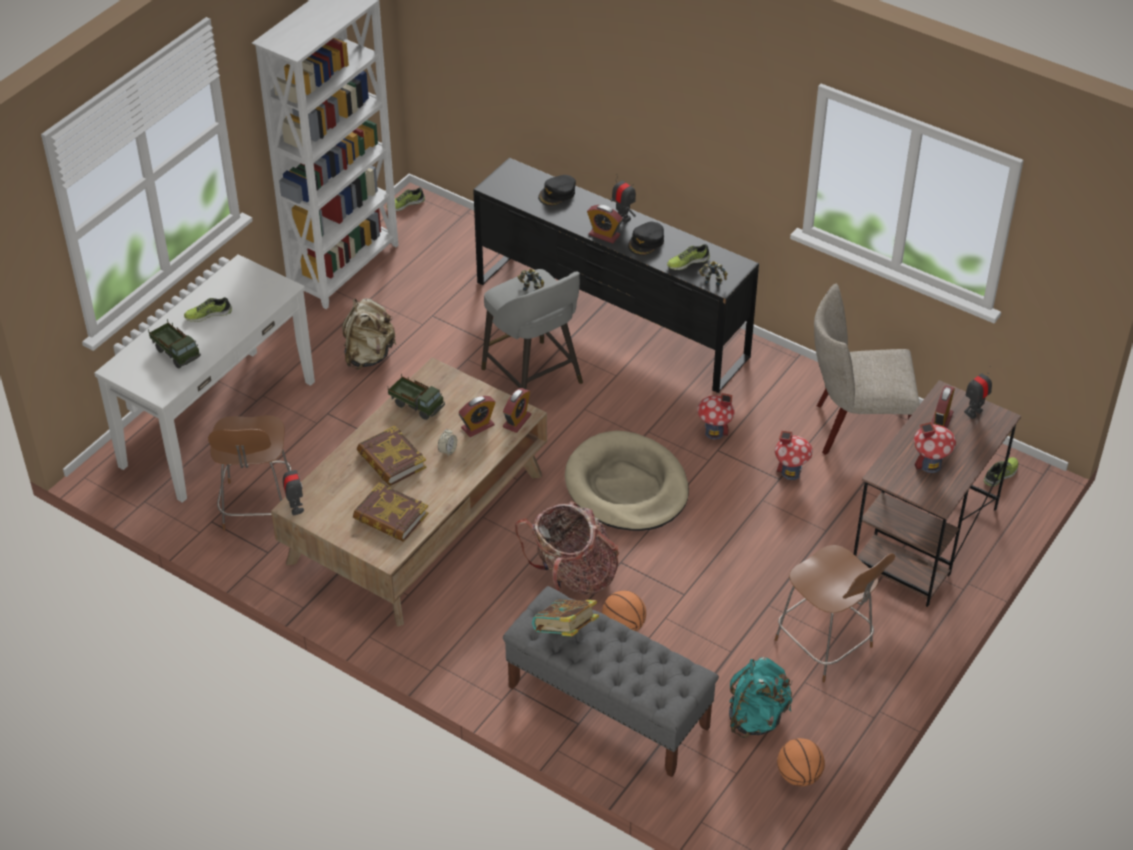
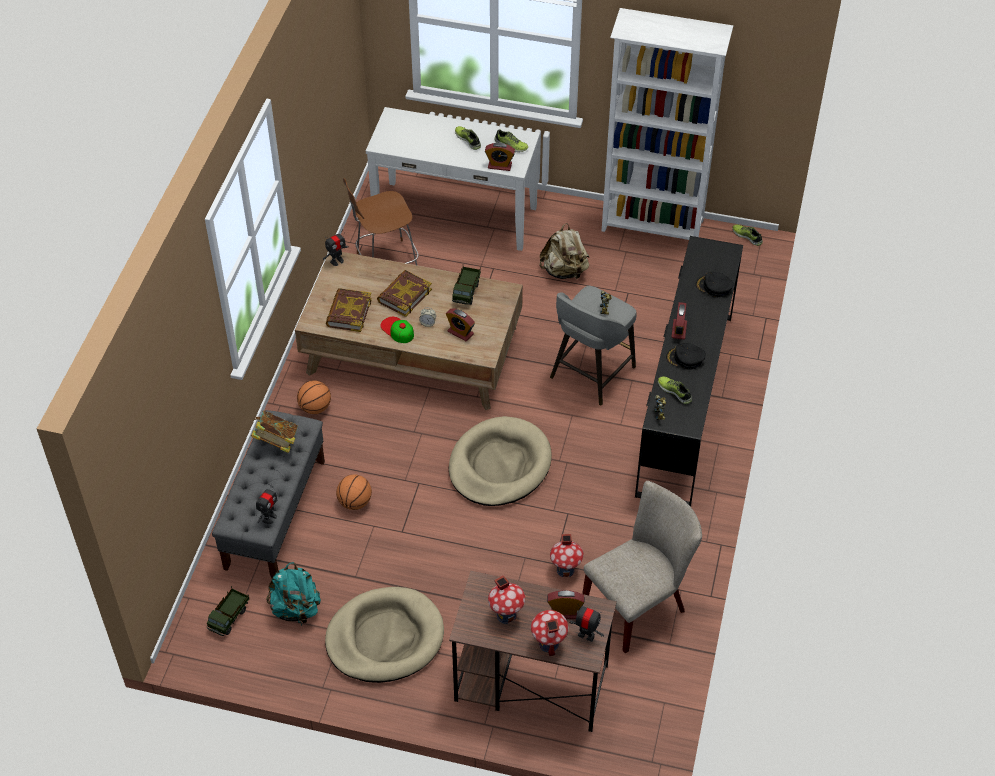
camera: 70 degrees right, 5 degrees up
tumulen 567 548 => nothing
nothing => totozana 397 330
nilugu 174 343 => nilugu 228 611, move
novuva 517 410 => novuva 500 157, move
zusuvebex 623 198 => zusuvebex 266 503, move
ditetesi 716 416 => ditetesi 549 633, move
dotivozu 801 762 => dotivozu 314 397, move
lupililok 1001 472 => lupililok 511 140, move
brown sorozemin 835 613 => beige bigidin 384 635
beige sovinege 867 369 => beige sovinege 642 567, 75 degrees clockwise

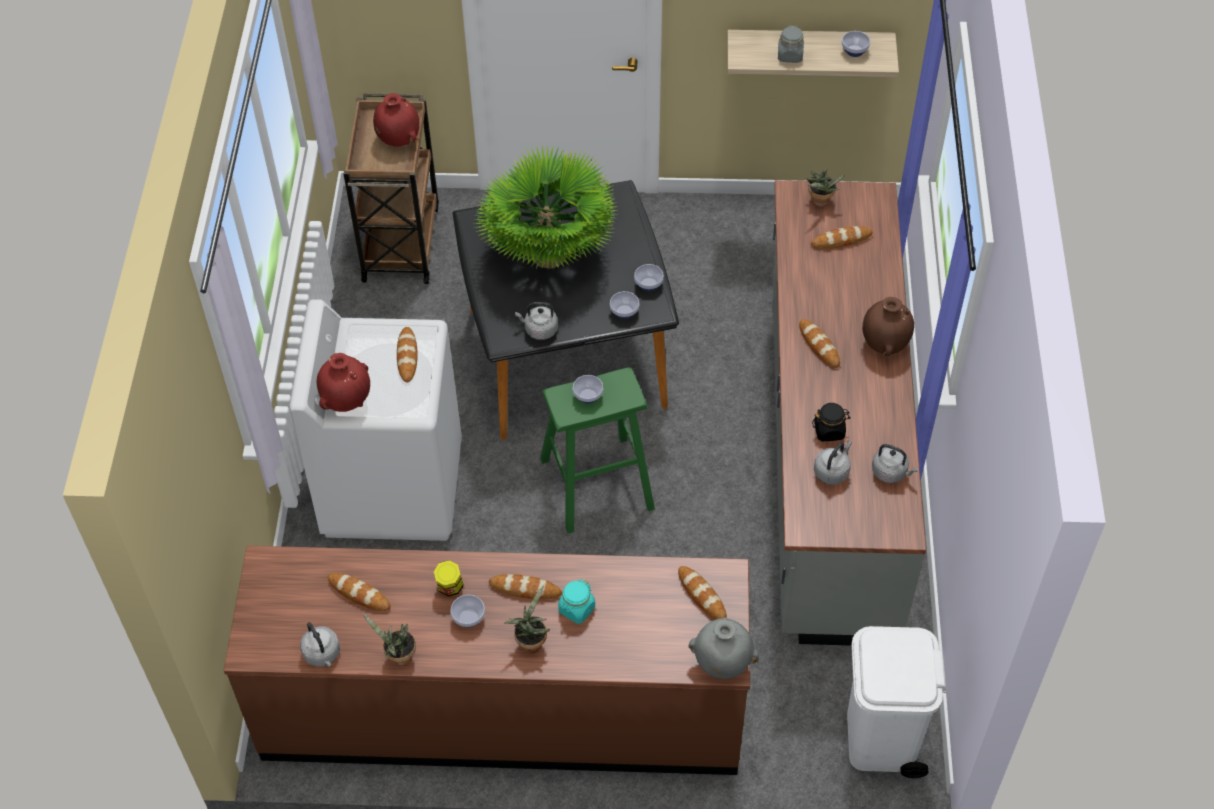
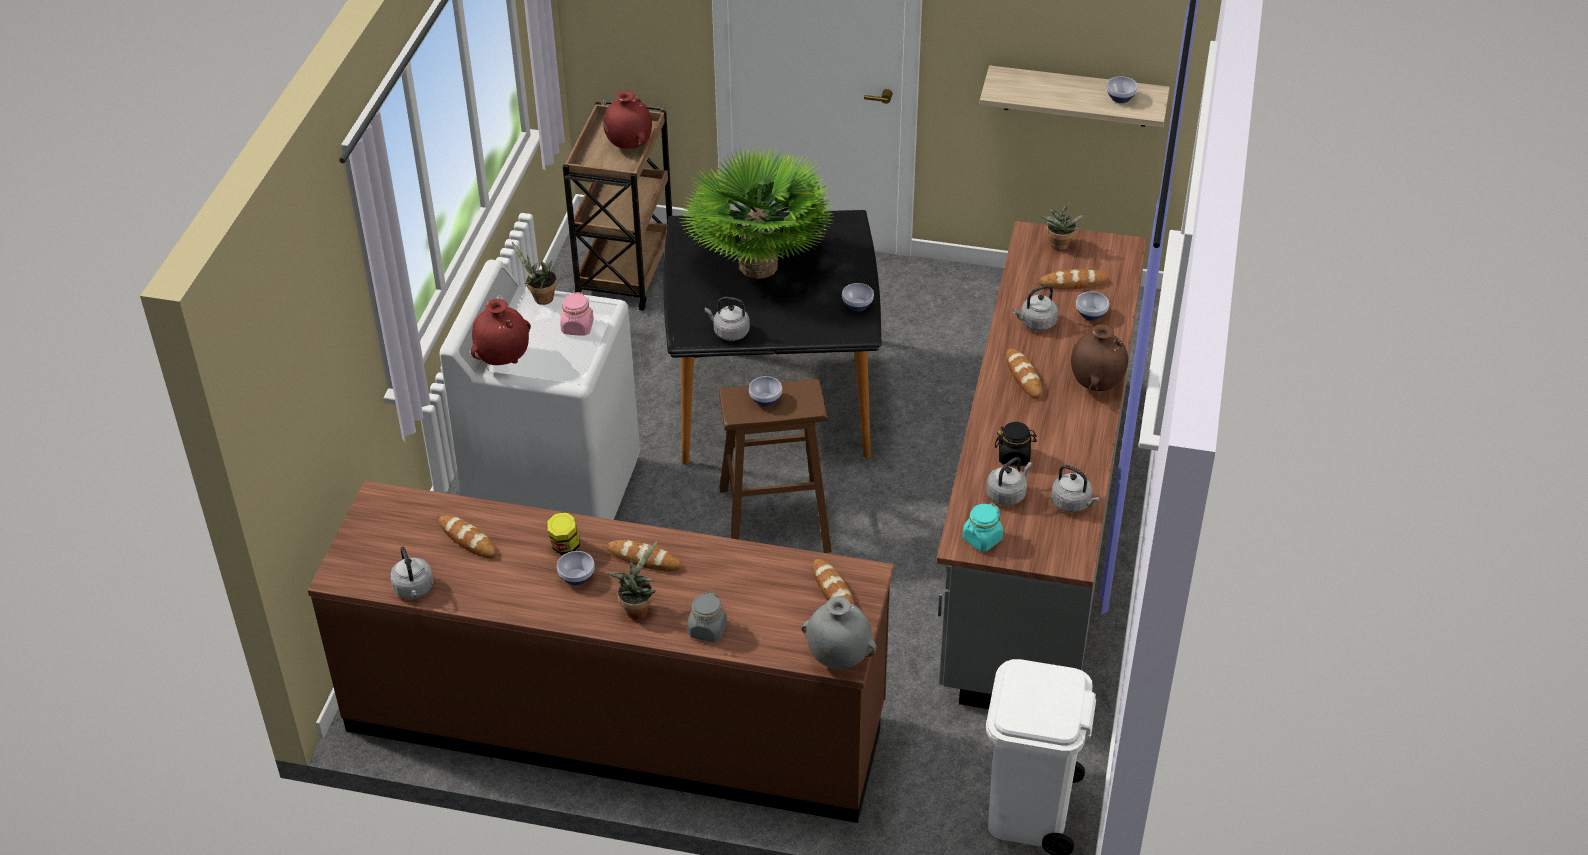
camera: 10 degrees right, 10 degrees down
nothing => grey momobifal 1035 308
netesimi 389 640 => netesimi 534 273, move
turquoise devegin 576 601 => turquoise devegin 983 527, move
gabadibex 624 305 => gabadibex 1092 306, move
grey devegin 791 44 => grey devegin 707 616, move
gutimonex 407 354 => pink devegin 577 313
green sorozemin 597 450 => brown sorozemin 775 466

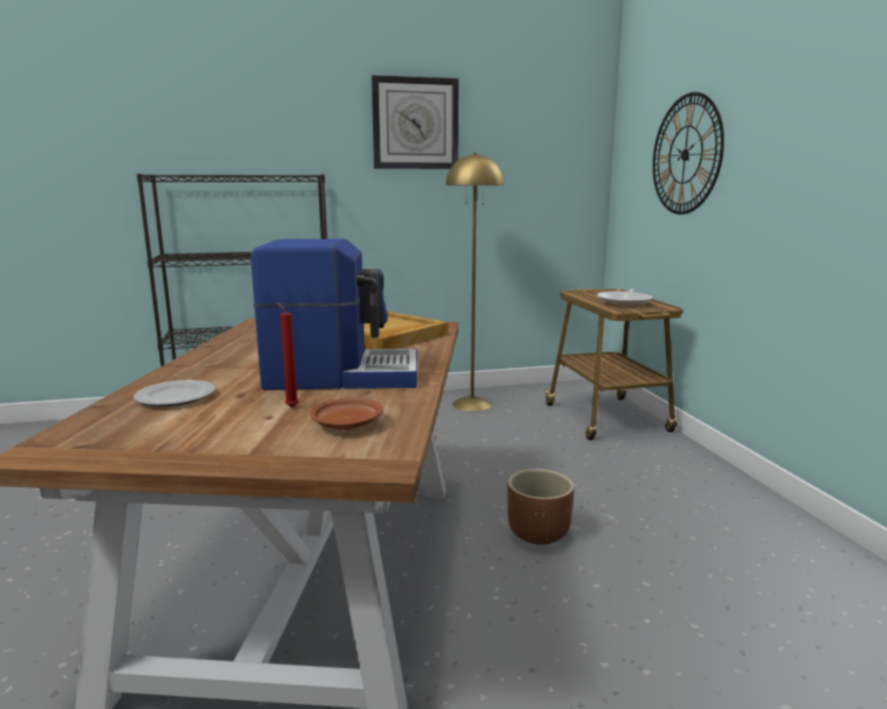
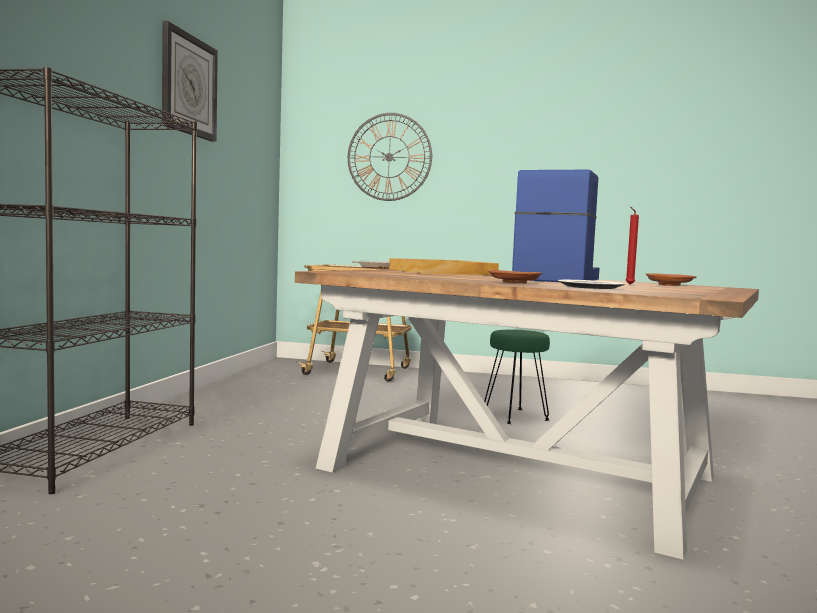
camera: 65 degrees left, 10 degrees down
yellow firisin 475 282 => nothing
nothing => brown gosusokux 515 277
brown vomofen 540 507 => green sorozemin 517 377

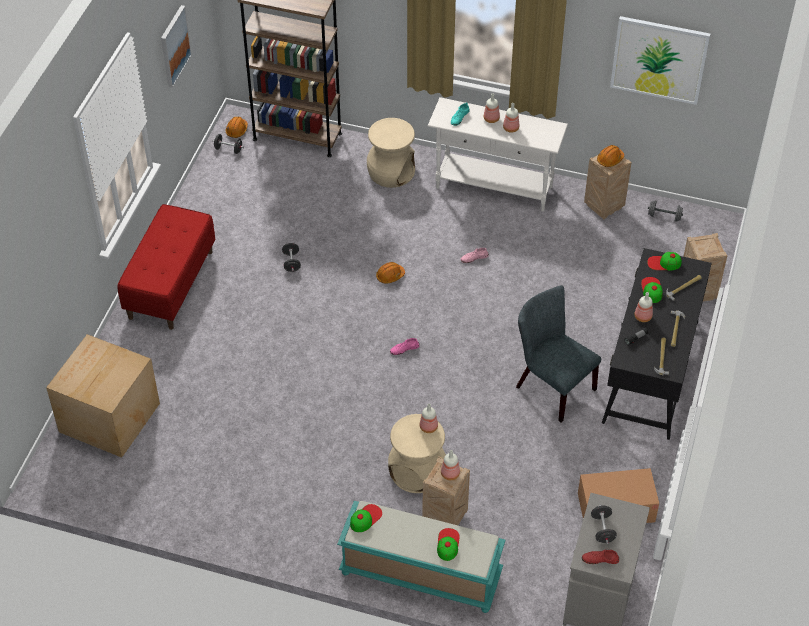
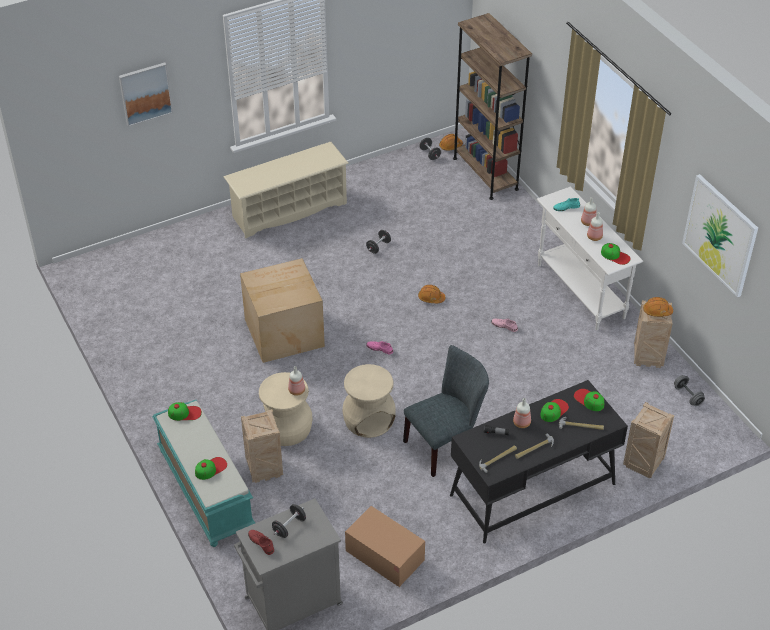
camera: 45 degrees right, 5 degrees down
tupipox 450 465 => nothing
nothing => totozana 615 254
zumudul 103 396 => zumudul 282 310, move
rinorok 176 46 => rinorok 146 95, move
beige sorozemin 391 153 => beige sorozemin 369 401, move
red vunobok 166 267 => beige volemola 286 190
grey sovinege 558 354 => grey sovinege 446 411, 60 degrees clockwise

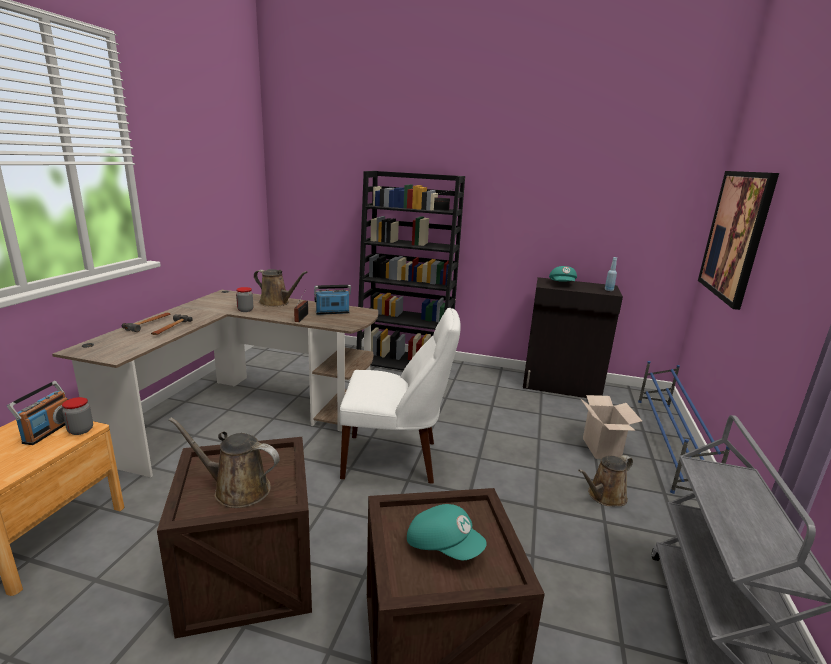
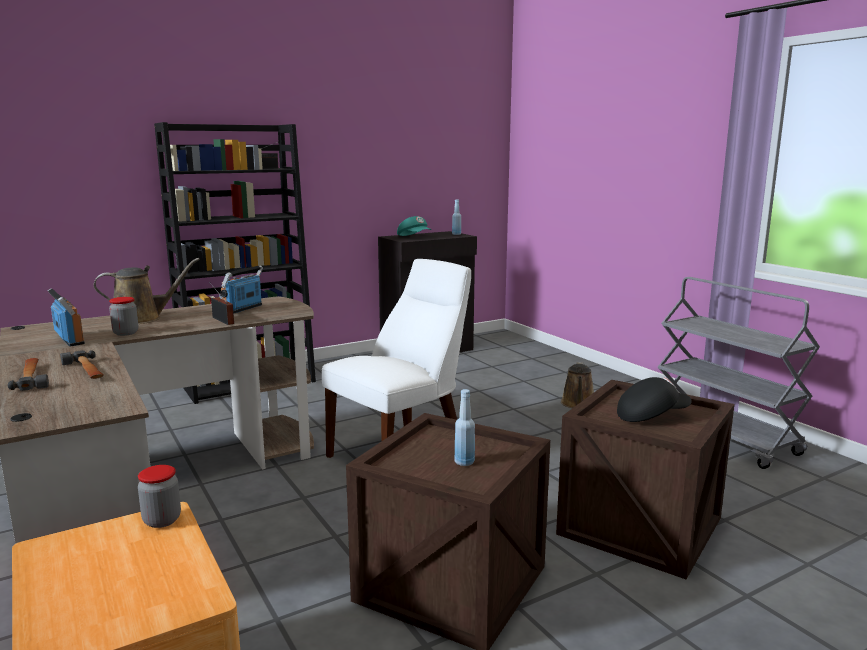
camera: 45 degrees left, 5 degrees down
zumudul 611 427 => nothing
blue volemola 684 427 => nothing
rinorok 738 240 => nothing
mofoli 37 413 => mofoli 66 317, move
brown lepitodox 224 463 => blue tupipox 464 427
turquoise totozana 447 532 => black totozana 654 399

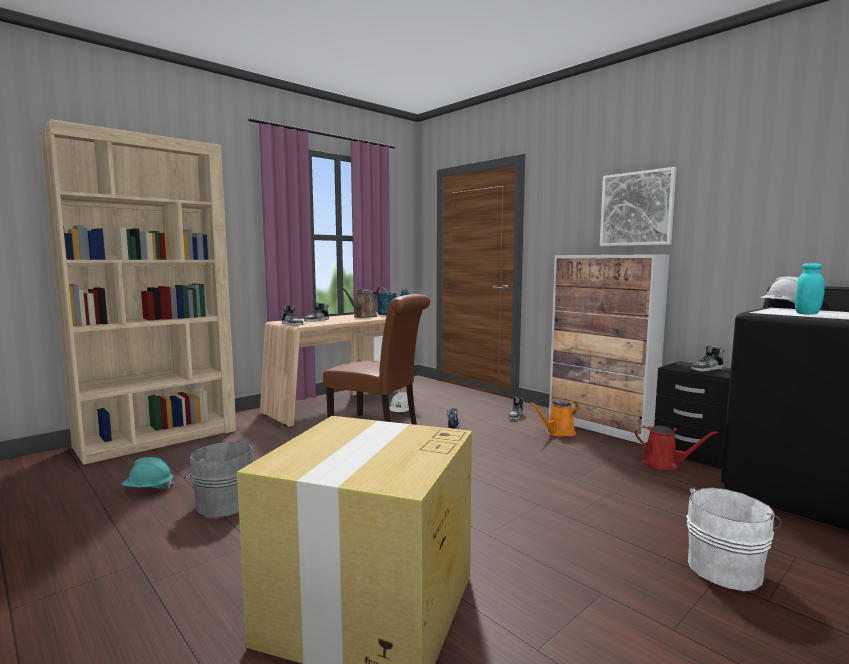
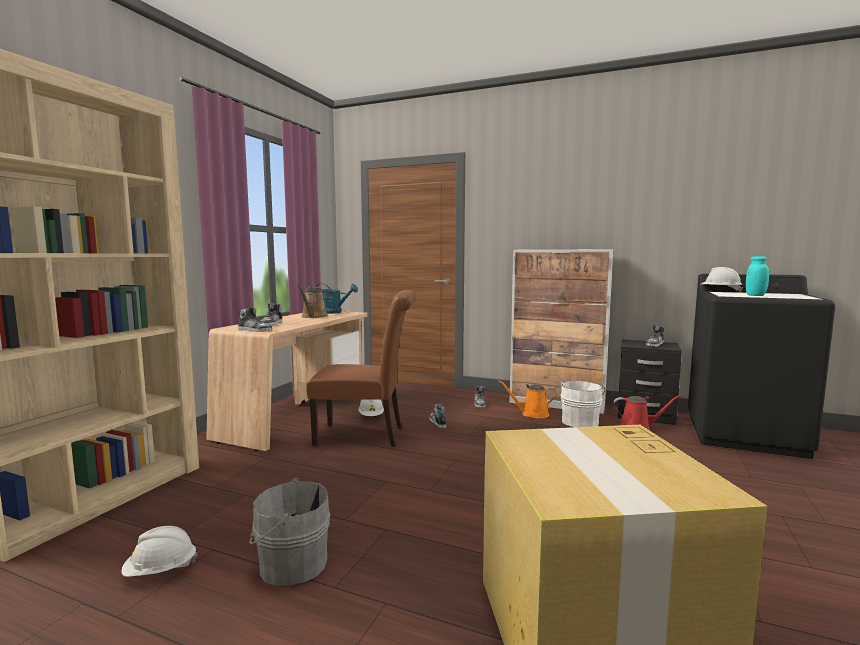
camera: 25 degrees left, 0 degrees up
rinorok 638 206 => nothing
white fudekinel 733 539 => white fudekinel 582 403, move
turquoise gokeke 147 473 => white gokeke 159 551
orange lepitodox 554 418 => orange lepitodox 527 399, 60 degrees clockwise

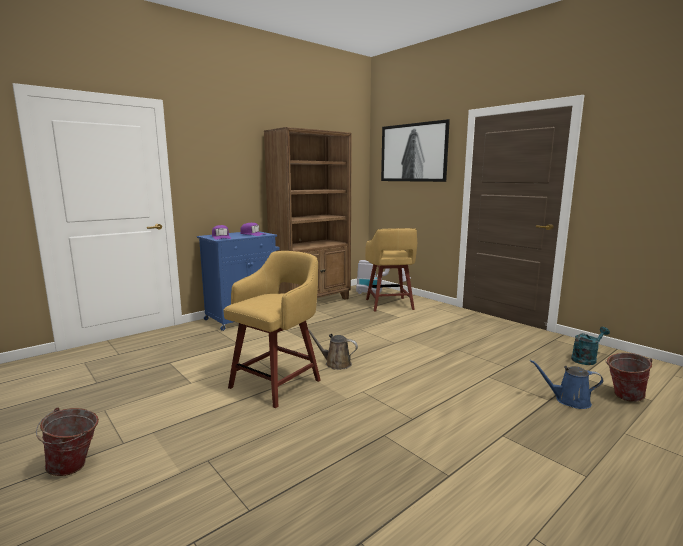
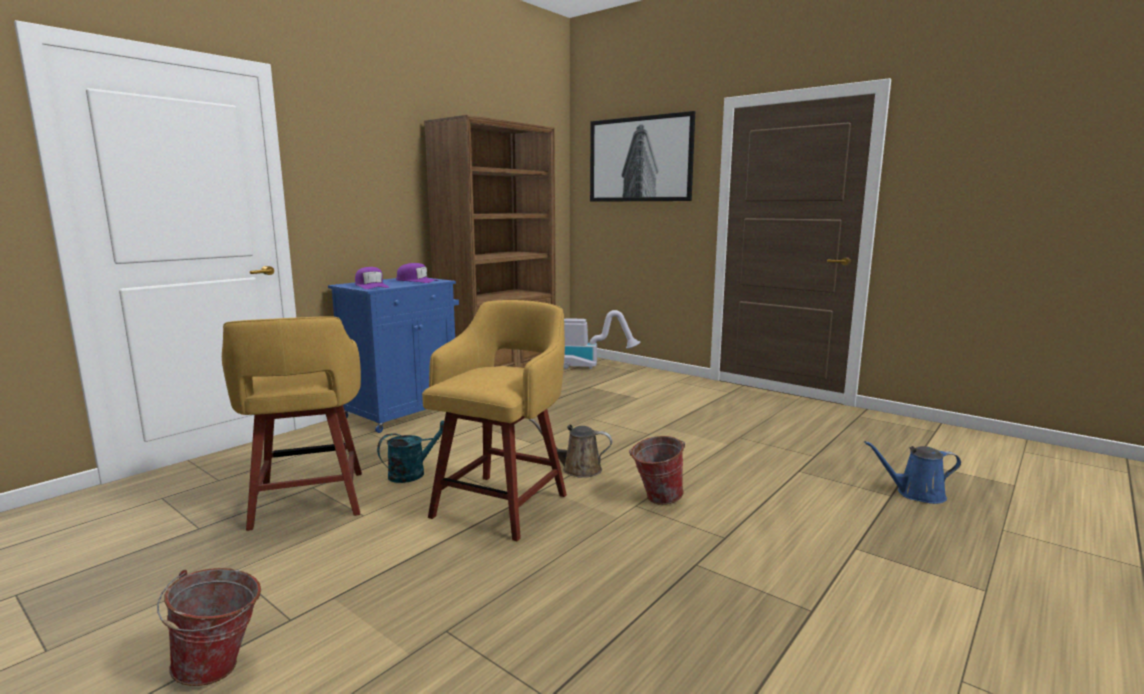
camera: 10 degrees left, 0 degrees up
yellow sorozemin 391 270 => yellow sorozemin 292 423, move
turquoise lepitodox 590 346 => turquoise lepitodox 410 452, move
fudekinel 628 377 => fudekinel 657 470, move

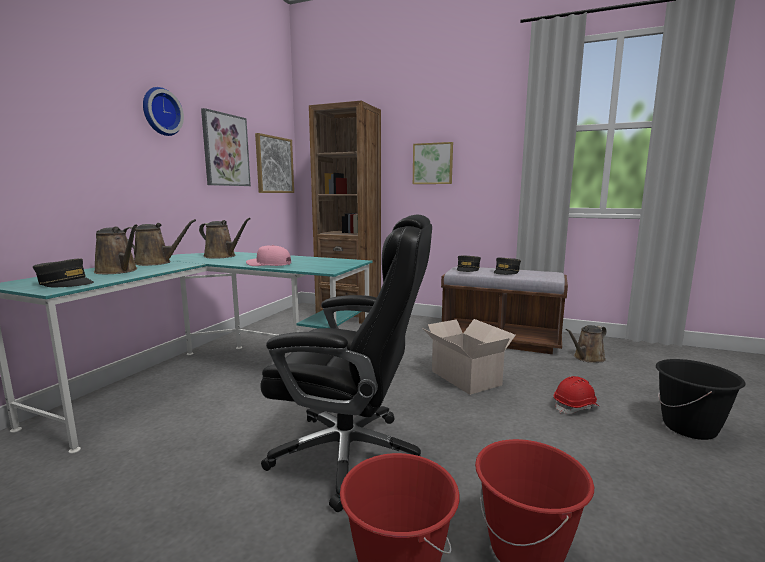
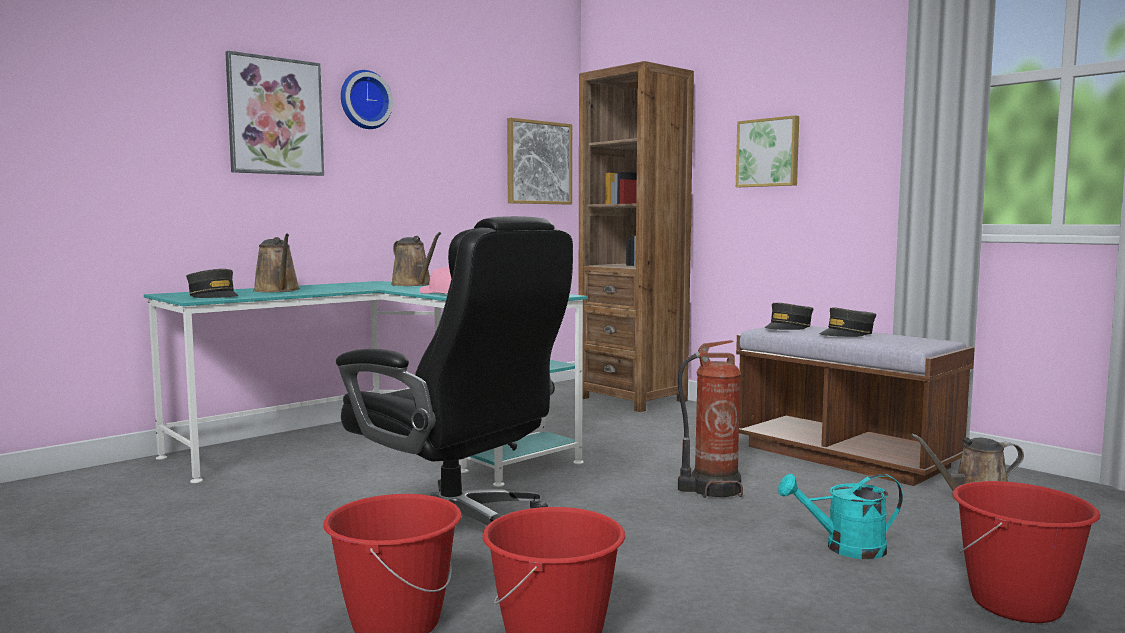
camera: 25 degrees right, 5 degrees down
brown lepitodox 159 242 => nothing
rinorok 226 147 => rinorok 274 113, move
zumudul 469 357 => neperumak 710 419
red gokeke 576 395 => turquoise lepitodox 840 516
black fudekinel 700 399 => red fudekinel 1026 552

